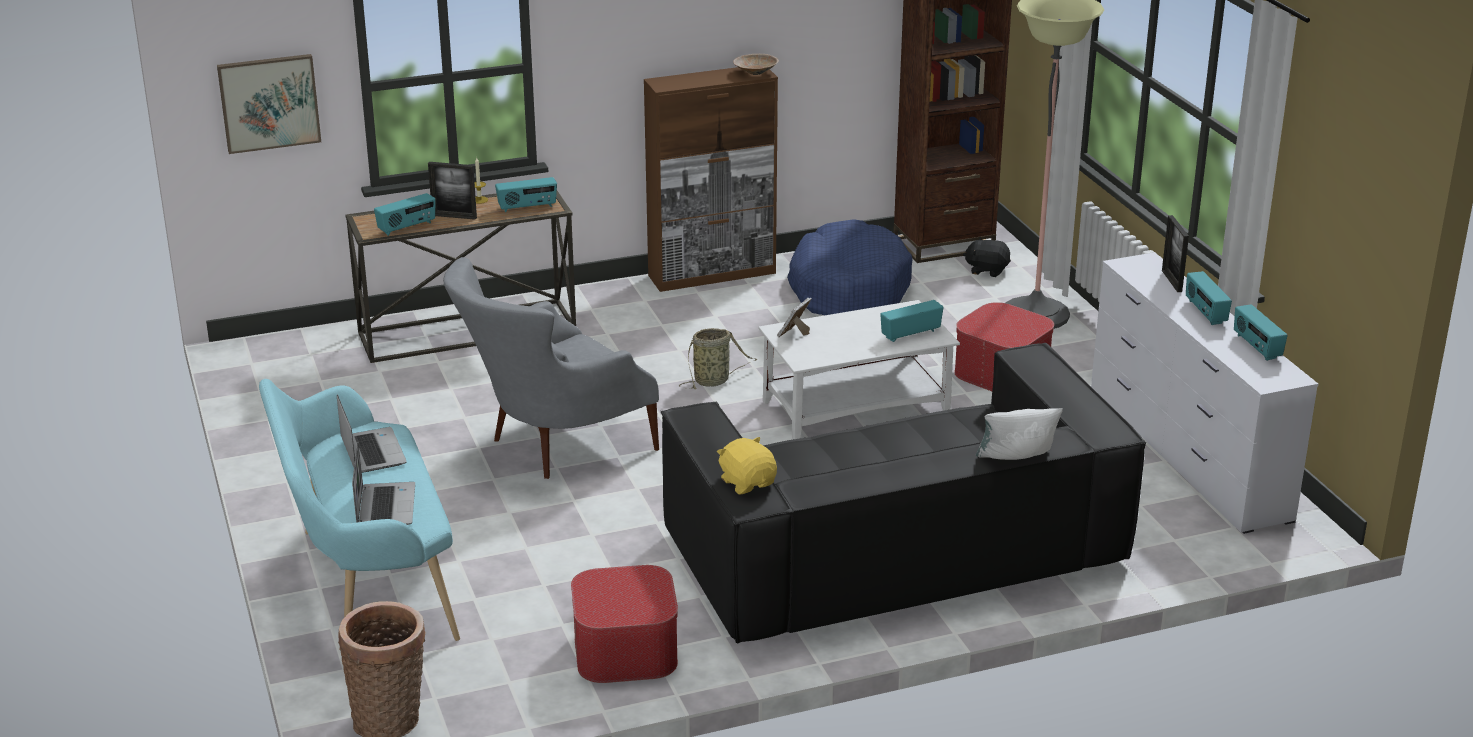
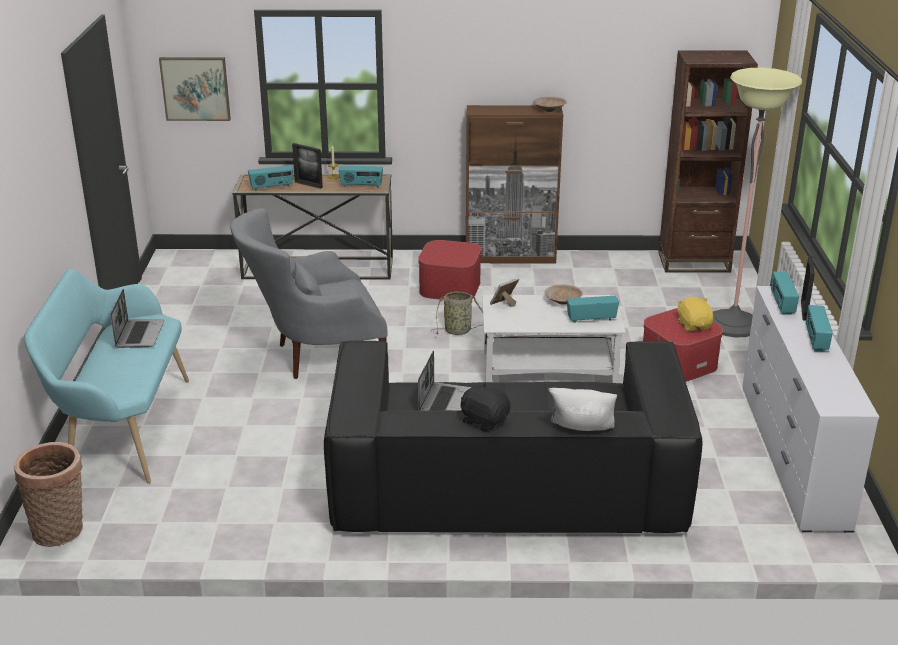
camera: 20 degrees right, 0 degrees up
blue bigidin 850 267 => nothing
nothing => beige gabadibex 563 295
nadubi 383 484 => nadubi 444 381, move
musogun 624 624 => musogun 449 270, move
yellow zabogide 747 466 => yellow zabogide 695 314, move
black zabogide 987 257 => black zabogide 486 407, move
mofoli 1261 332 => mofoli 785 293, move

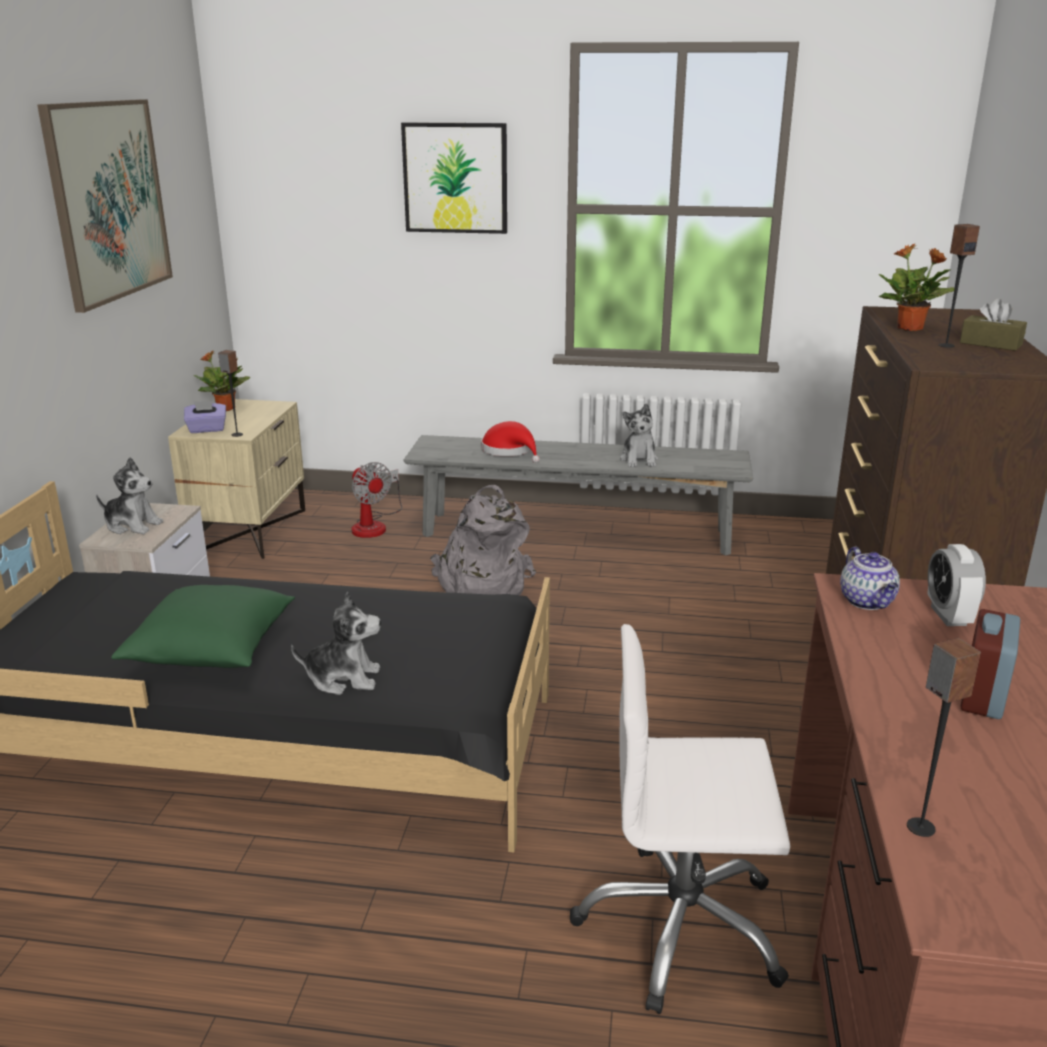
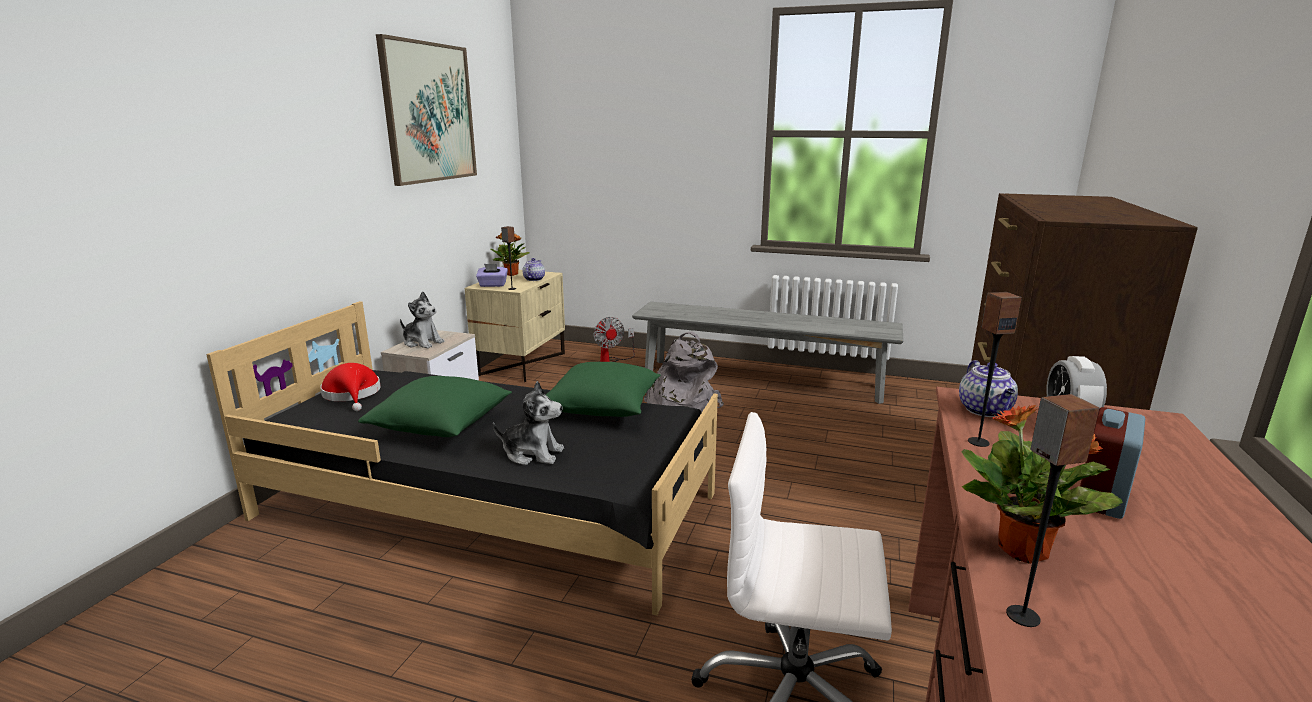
camera: 10 degrees right, 5 degrees down
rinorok 454 178 => nothing
zabogide 639 435 => nothing
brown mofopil 993 325 => nothing
nothing => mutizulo 533 269
nothing => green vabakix 603 389
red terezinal 510 442 => red terezinal 350 387, move
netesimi 916 287 => netesimi 1042 484, move
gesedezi 959 286 => gesedezi 995 369, move

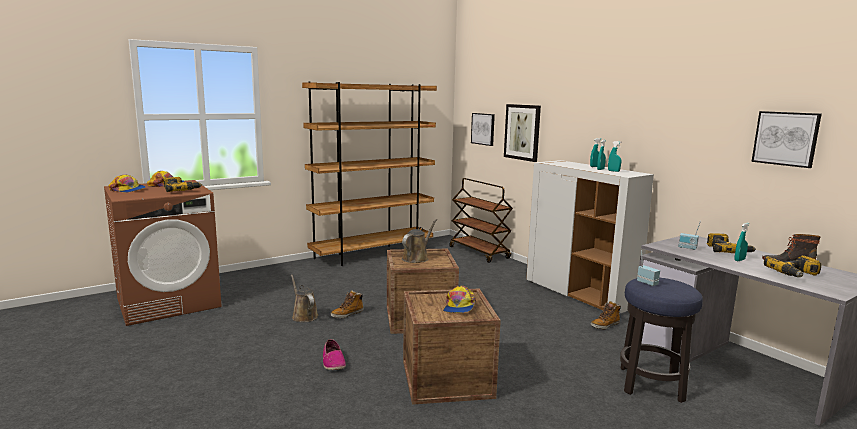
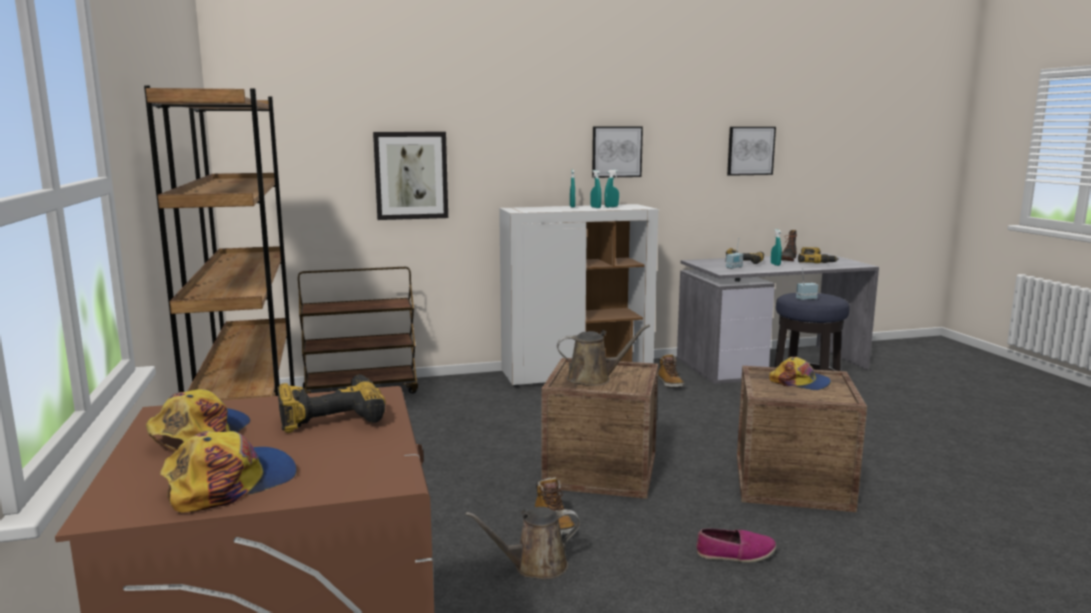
camera: 70 degrees left, 0 degrees up
rinorok 483 129 => rinorok 617 152, move
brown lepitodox 419 241 => brown lepitodox 603 355, 120 degrees clockwise

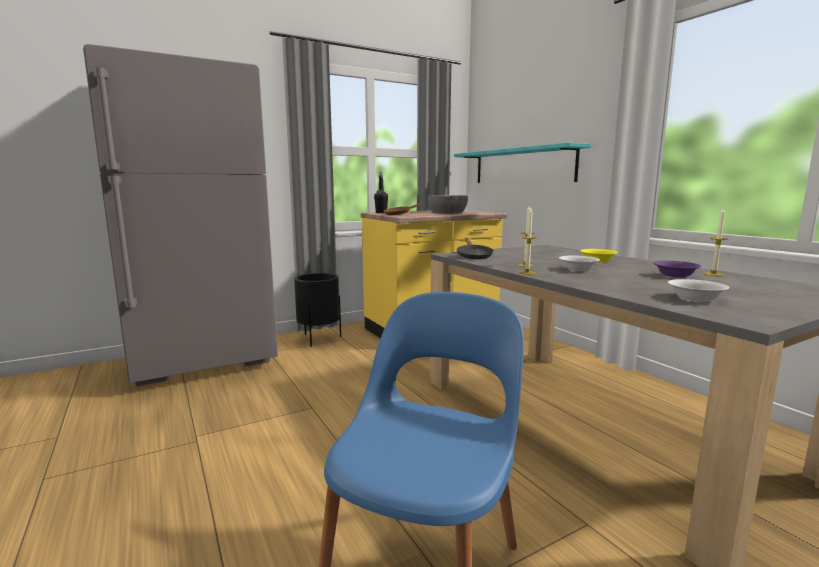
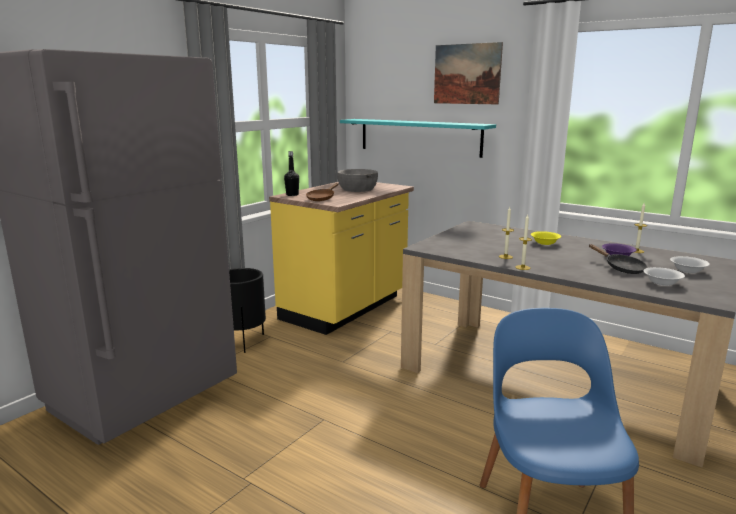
camera: 25 degrees left, 5 degrees up
nothing => rinorok 468 73
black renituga 475 248 => black renituga 618 259, move
white gabadibex 579 263 => white gabadibex 690 264, move

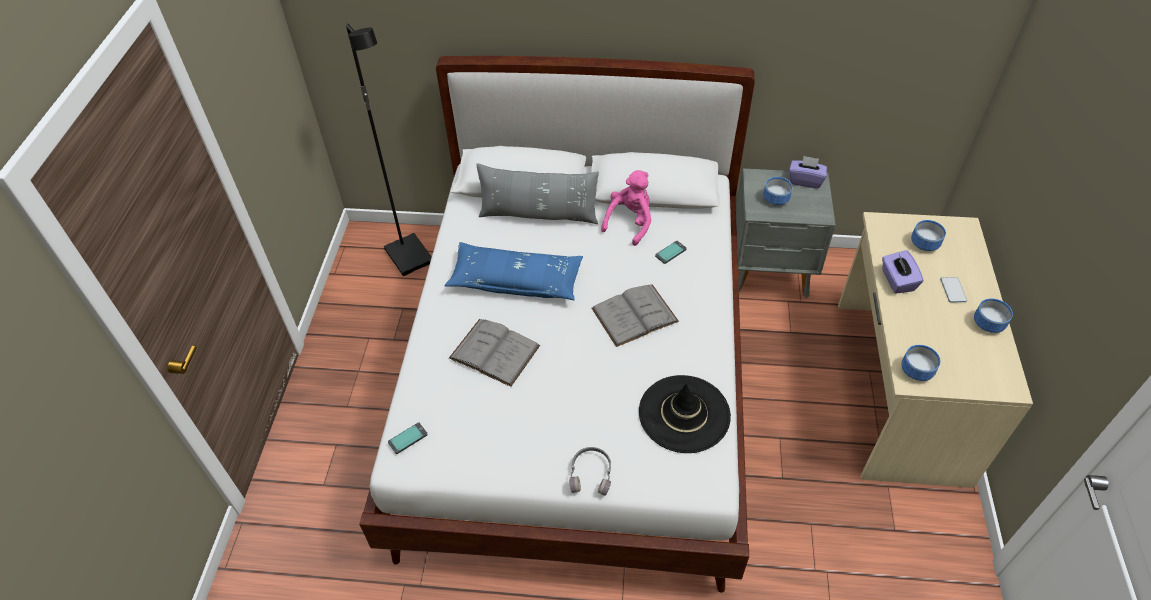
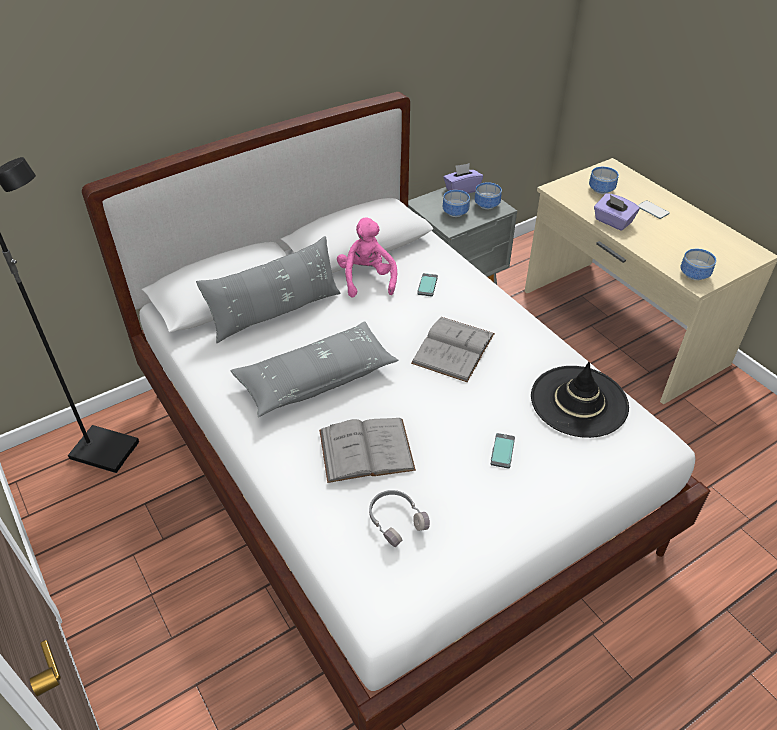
camera: 40 degrees left, 5 degrees down
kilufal 408 438 => kilufal 503 451, move
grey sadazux 590 471 => grey sadazux 399 518, move
gabadibex 993 315 => gabadibex 488 196, move
blue vabakix 513 271 => grey vabakix 314 369

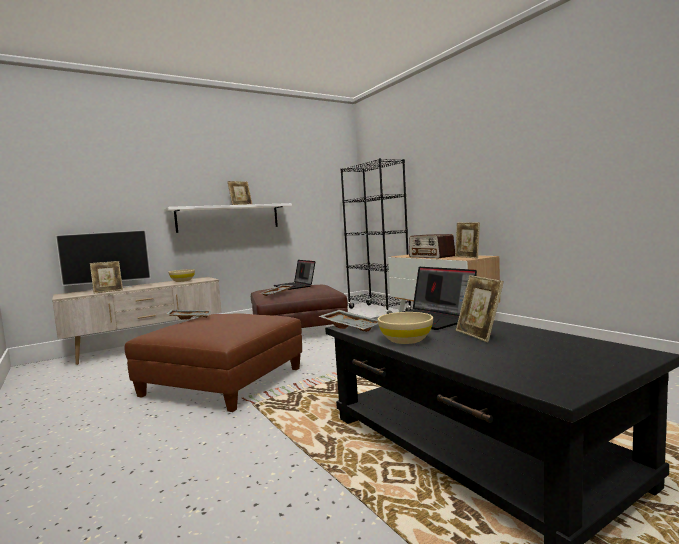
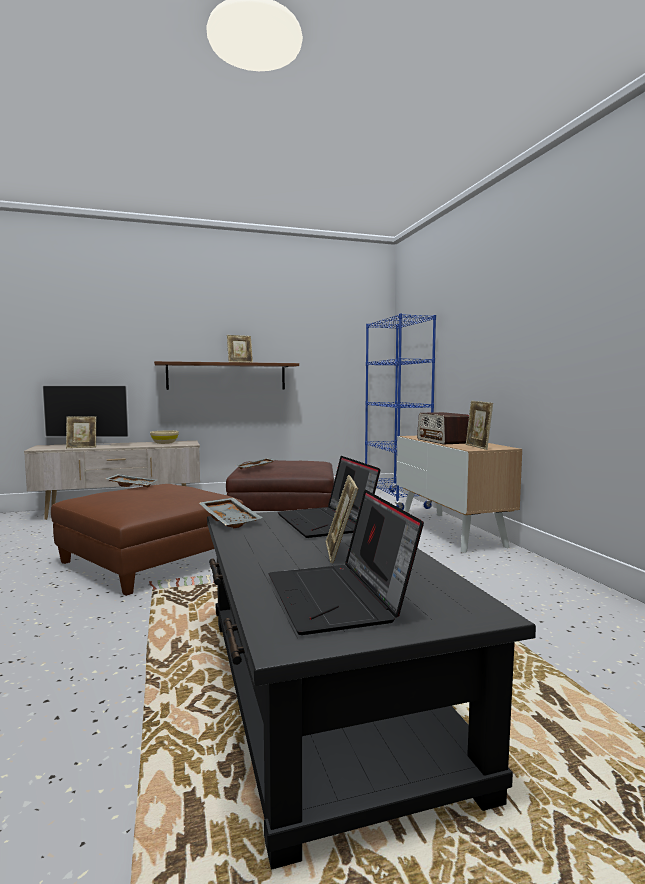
camera: 15 degrees right, 0 degrees up
beige gabadibex 405 328 => nothing
nadubi 294 275 => nadubi 346 562, move
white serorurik 228 218 => brown serorurik 226 375
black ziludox 376 236 => blue ziludox 400 411

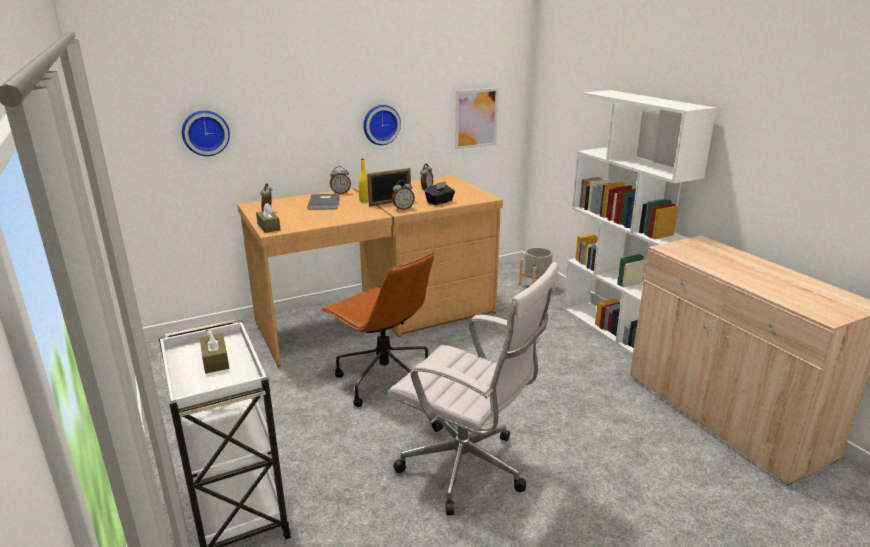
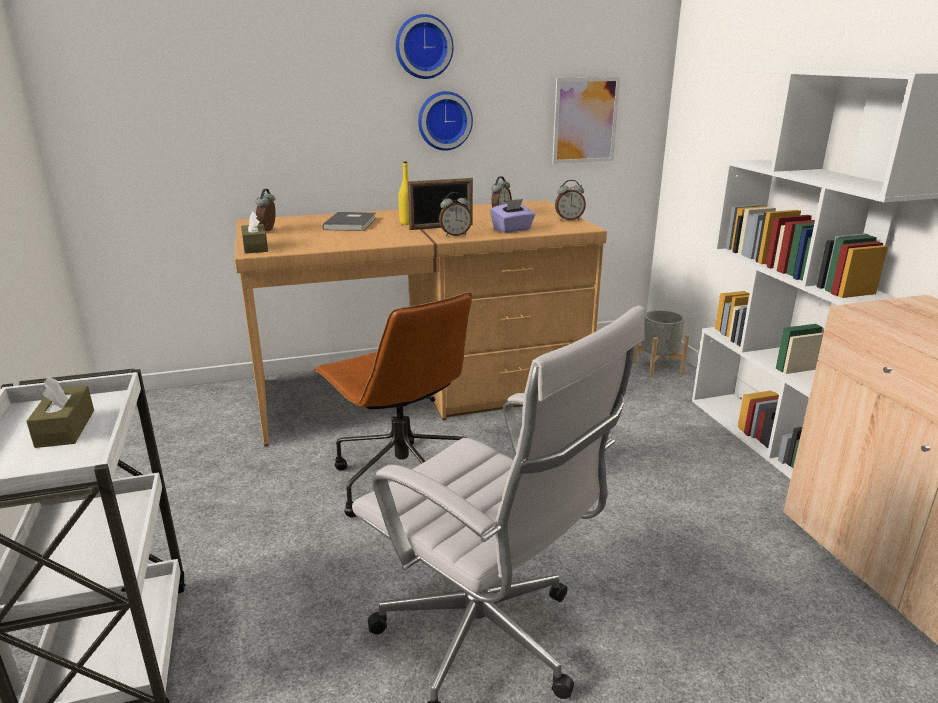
camera: 10 degrees right, 0 degrees up
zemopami 206 133 => zemopami 424 46, move
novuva 340 180 => novuva 570 200, move
black mofopil 439 193 => purple mofopil 512 216

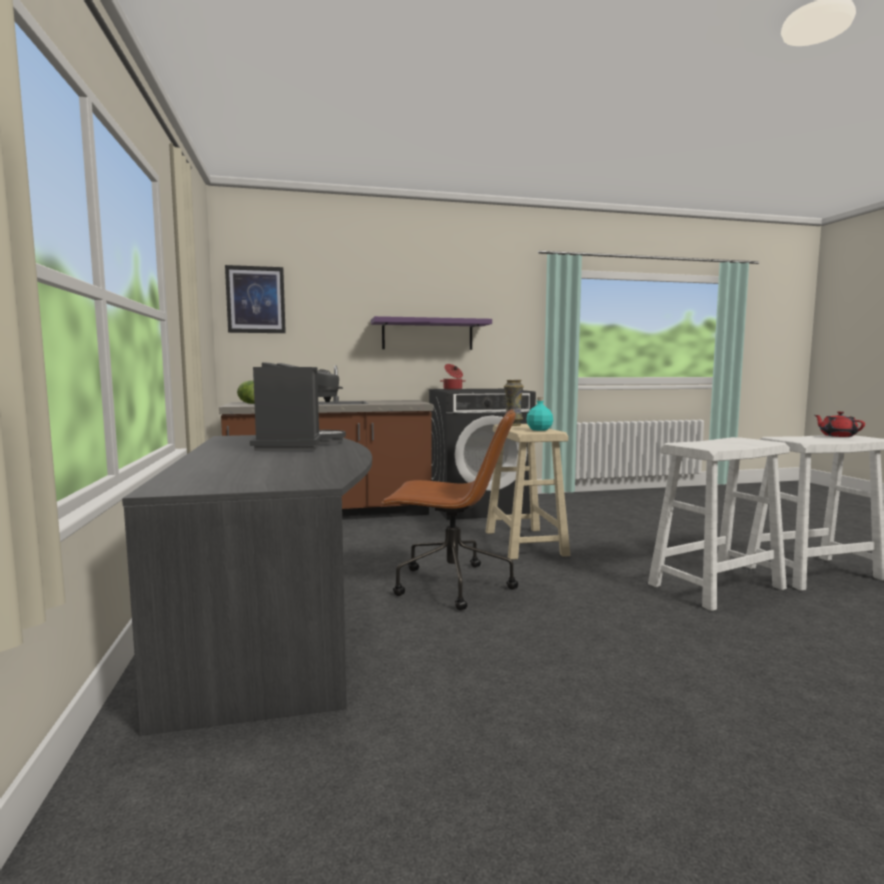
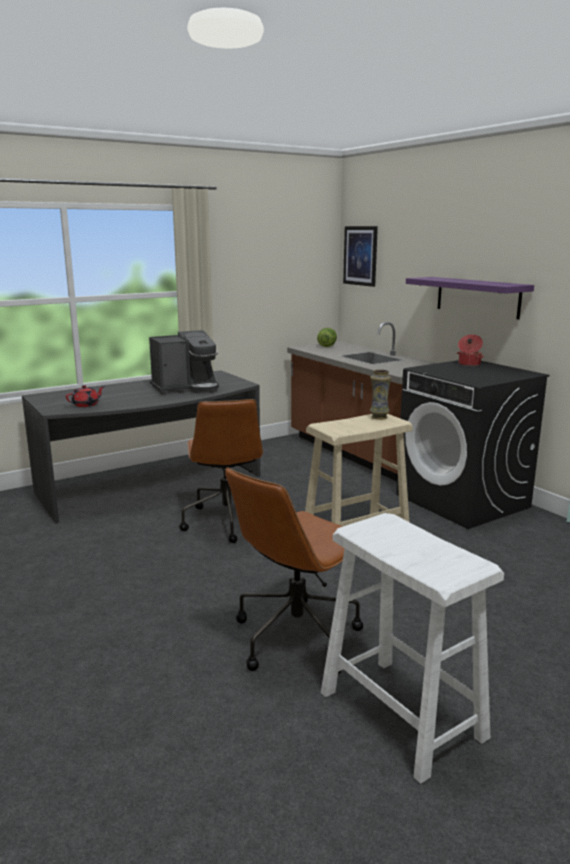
camera: 70 degrees right, 10 degrees up
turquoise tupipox 539 414 => nothing
red mutizulo 840 424 => red mutizulo 85 396, move
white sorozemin 719 524 => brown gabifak 294 570

